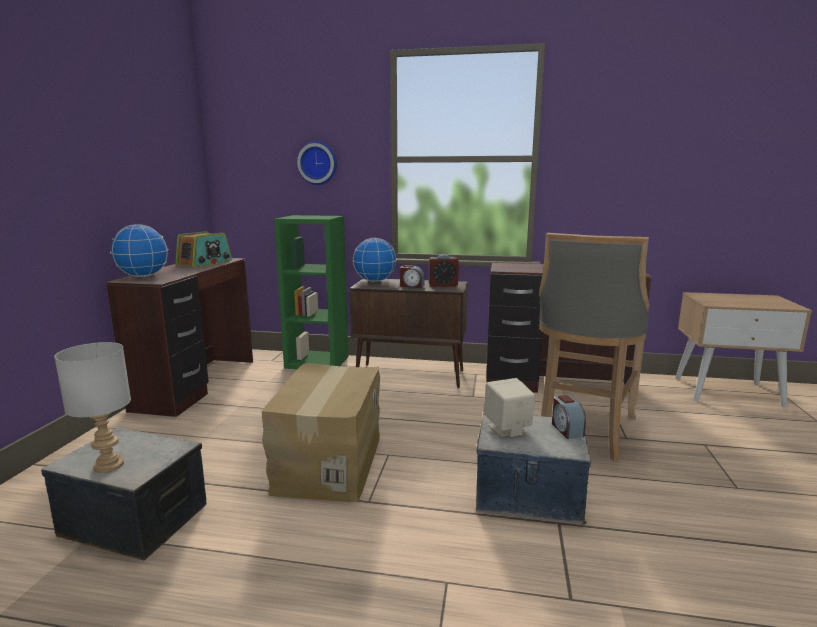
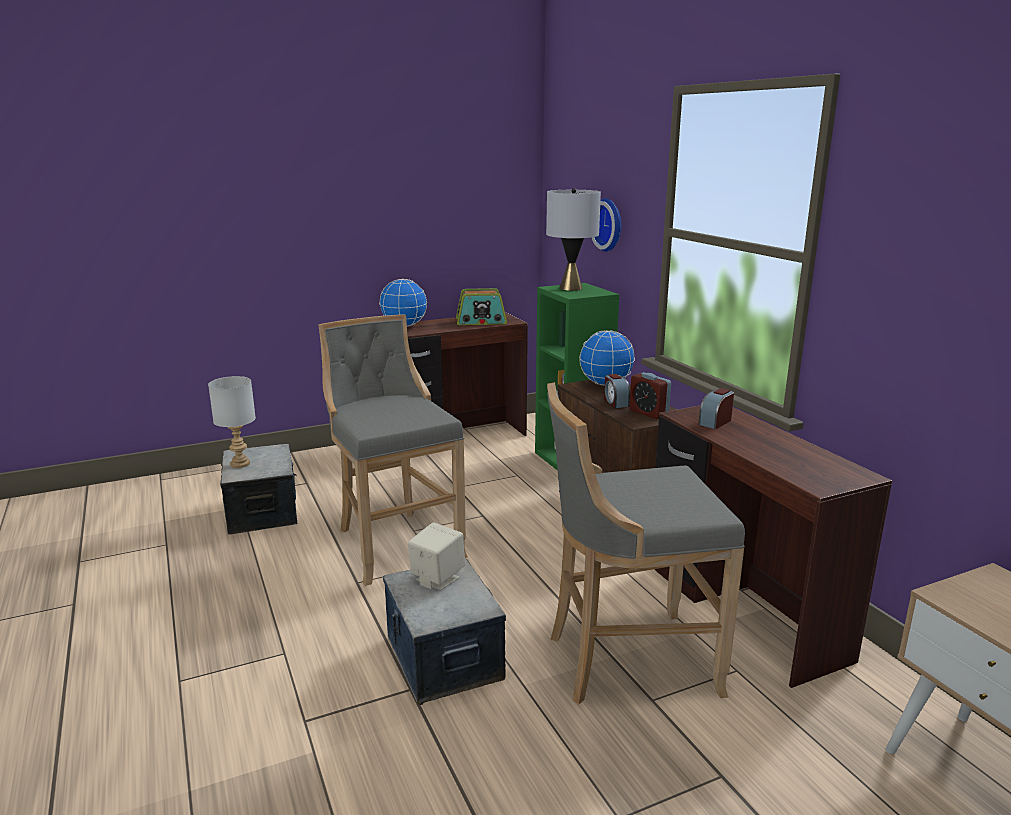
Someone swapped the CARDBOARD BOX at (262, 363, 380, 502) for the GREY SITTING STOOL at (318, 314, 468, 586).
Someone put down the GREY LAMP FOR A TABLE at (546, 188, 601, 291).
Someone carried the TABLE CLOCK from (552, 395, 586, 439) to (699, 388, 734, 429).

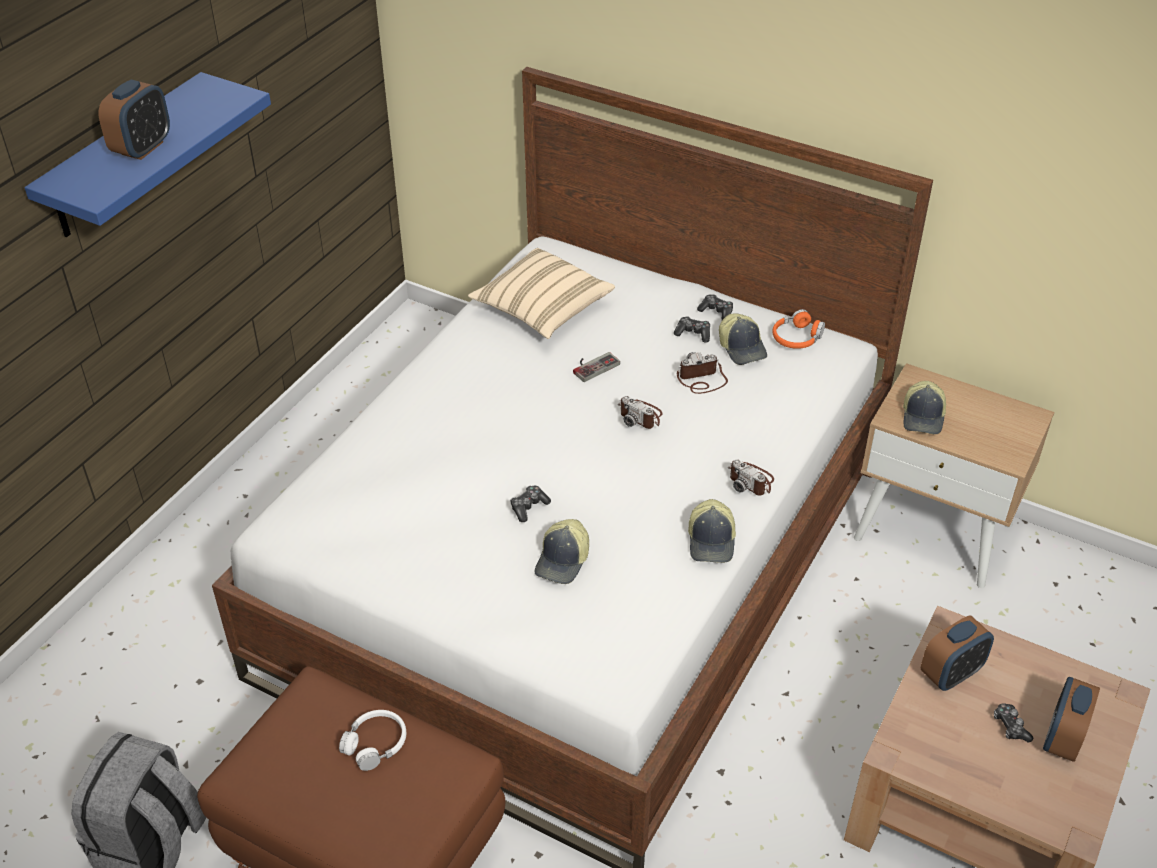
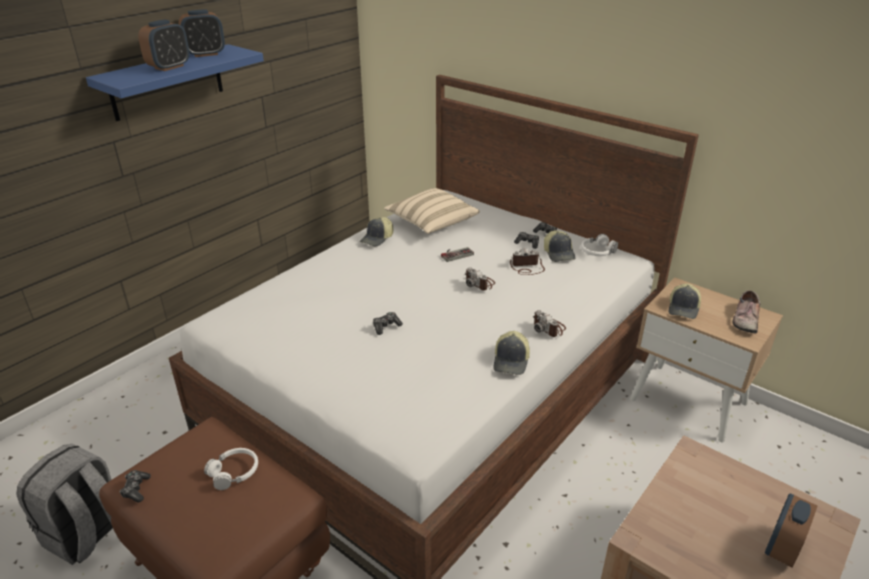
Someone carried the GAMEPAD from (994, 703, 1034, 742) to (120, 470, 151, 503).
Someone carried the TABLE CLOCK from (921, 616, 994, 691) to (179, 9, 225, 57).
Someone carried the PEAKED CAP from (534, 519, 589, 584) to (359, 217, 393, 247).
Someone repainted the ORANGE PAIR OF HEADPHONES at (772, 309, 825, 349), which became the WHITE-COLOURED PAIR OF HEADPHONES at (581, 234, 618, 256).
Someone put down the LOW SHOE at (732, 290, 760, 333).

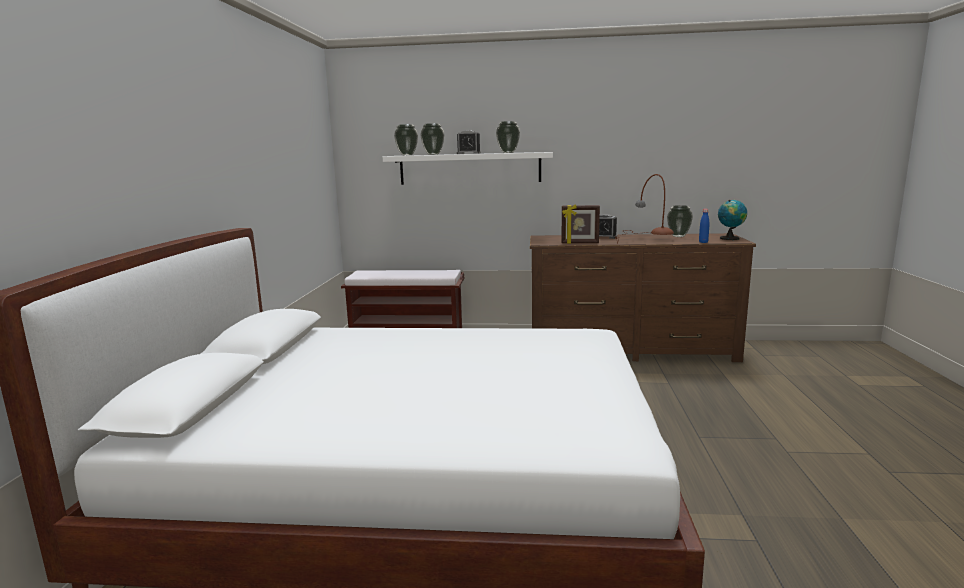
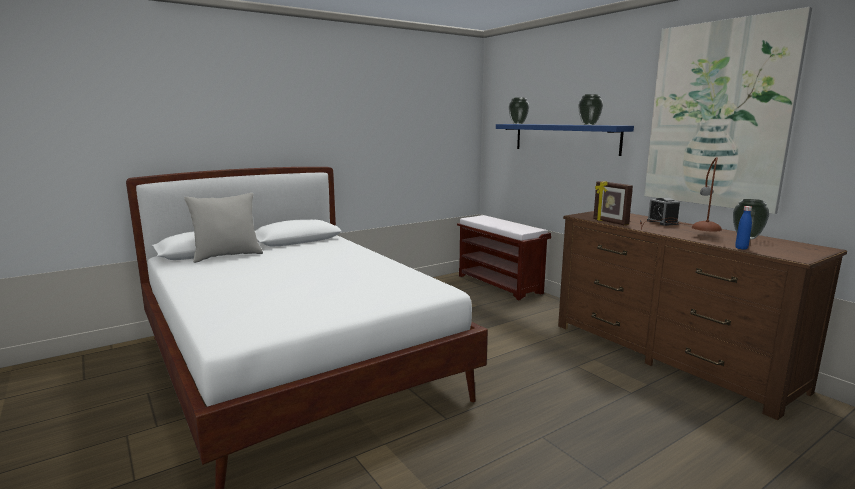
Someone put down the GREY CUSHION at (184, 193, 263, 263).
Someone repainted the WHITE-COLOURED BRACKET SHELF at (383, 152, 553, 185), which became the BLUE-COLOURED BRACKET SHELF at (496, 124, 634, 156).
Someone put up the WALL ART at (644, 7, 812, 214).
Someone took away the DECORATIVE VASE at (420, 123, 444, 155).
Someone took away the TABLE CLOCK at (457, 130, 481, 154).
Someone took away the WORLD GLOBE at (718, 200, 747, 240).

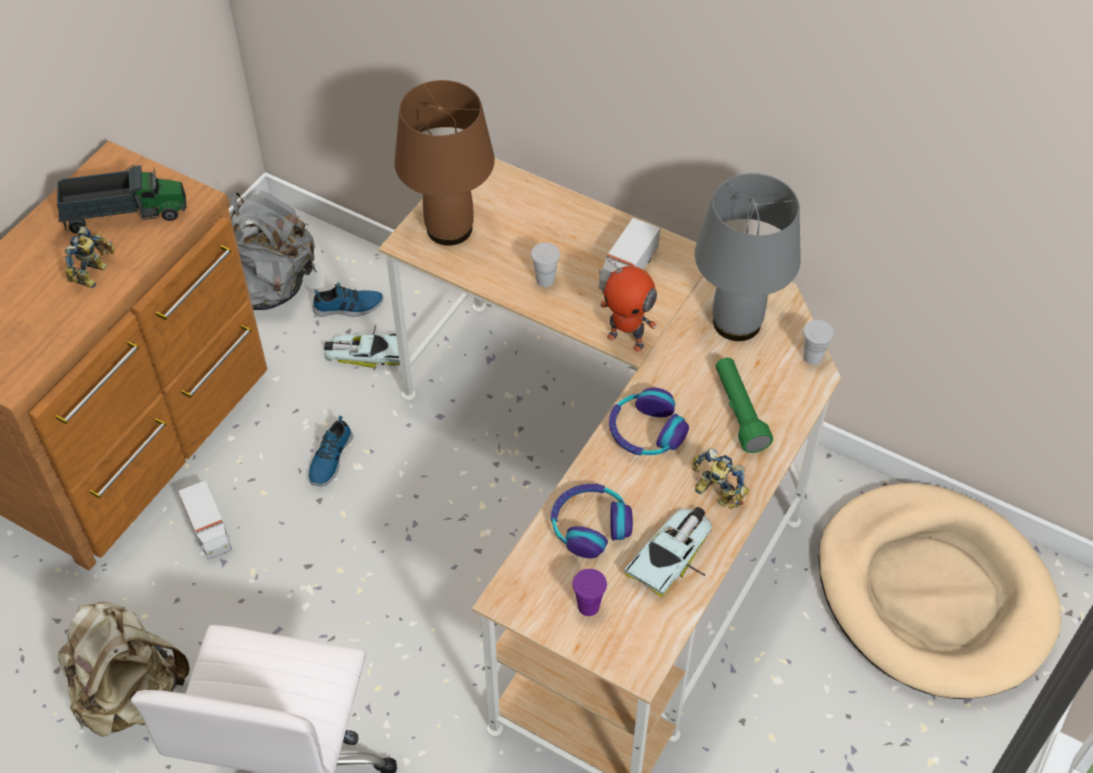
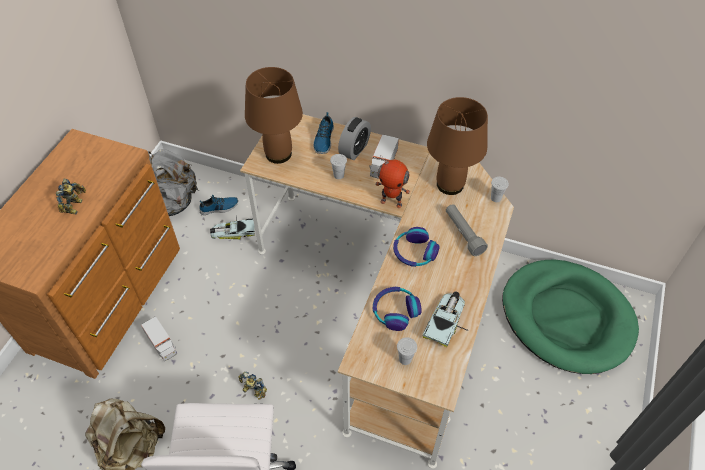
Someone carried the ROBOT FIGURE from (692, 448, 749, 509) to (238, 372, 267, 400).
Someone carried the LOW SHOE from (308, 416, 353, 486) to (313, 112, 334, 154).
Someone put down the TABLE CLOCK at (338, 117, 371, 160).
Someone repainted the PURPLE-COLOURED DRINKING CUP at (573, 569, 607, 616), which became the WHITE-COLOURED DRINKING CUP at (397, 337, 417, 365).
Someone repainted the GREY LAMP FOR A TABLE at (695, 173, 801, 341), which became the BROWNISH LAMP FOR A TABLE at (427, 97, 488, 195).
Someone repainted the GREENISH FLASHLIGHT at (715, 358, 773, 453), which became the GREY FLASHLIGHT at (446, 204, 488, 256).
Someone repainted the BEIGE-COLOURED PET BED at (818, 483, 1061, 699), which became the GREENISH PET BED at (502, 259, 639, 374).
Someone took away the MODEL TRUCK at (57, 165, 186, 233).

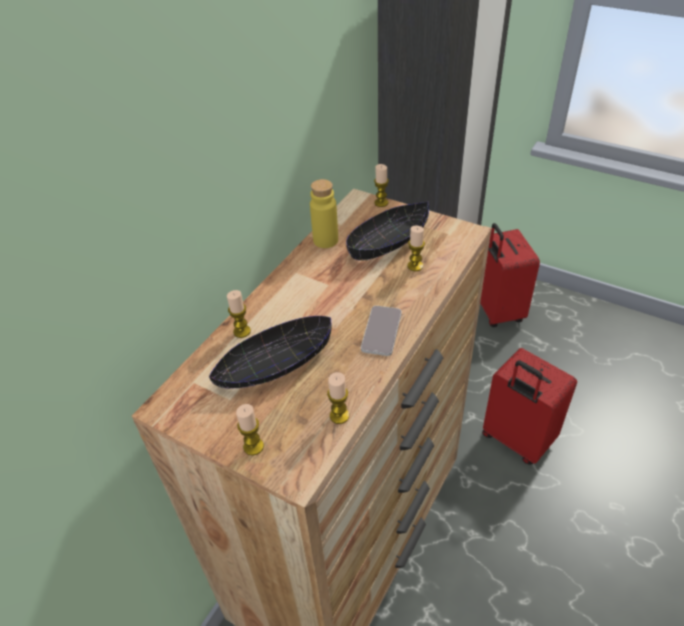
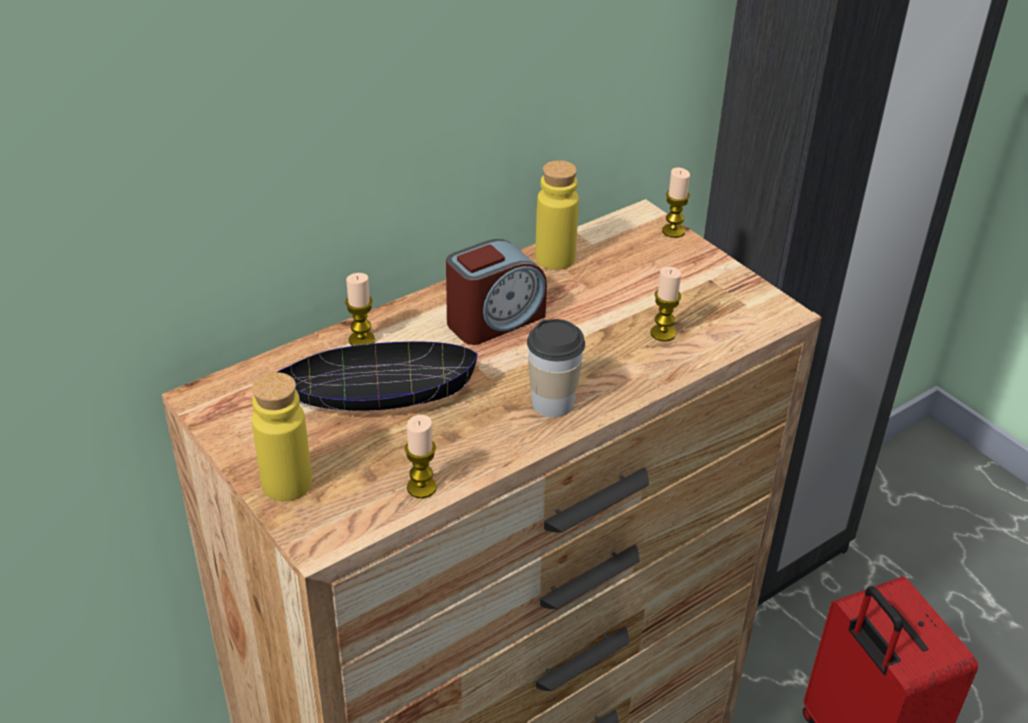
Someone swapped the WAX LIGHT at (236, 404, 264, 456) for the YELLOWISH DRINK BOTTLE at (252, 372, 312, 501).
Someone put down the TABLE CLOCK at (446, 239, 547, 345).
Someone swapped the HANDSET at (361, 306, 402, 356) for the DRINKING CUP at (527, 319, 585, 417).
Someone took away the BLACKISH BOWL at (346, 202, 429, 261).
Someone took away the RED-COLOURED SUITCASE at (480, 223, 540, 327).

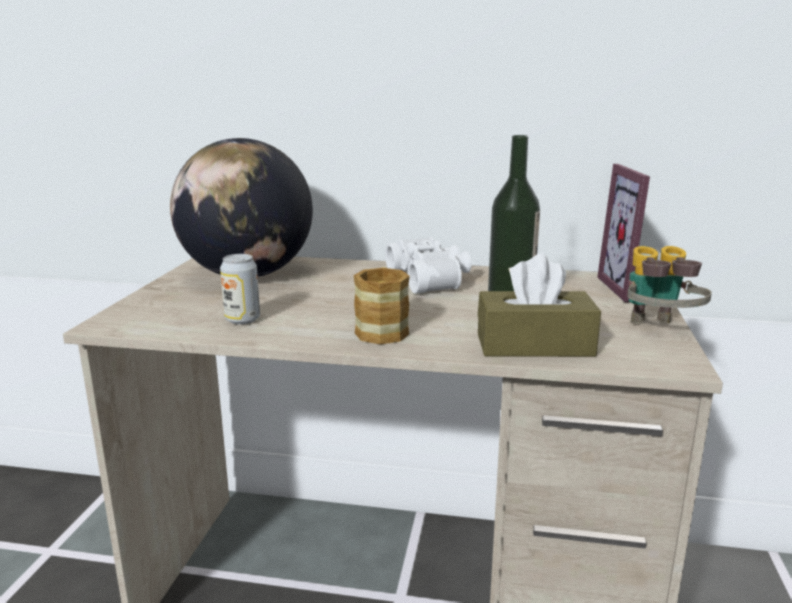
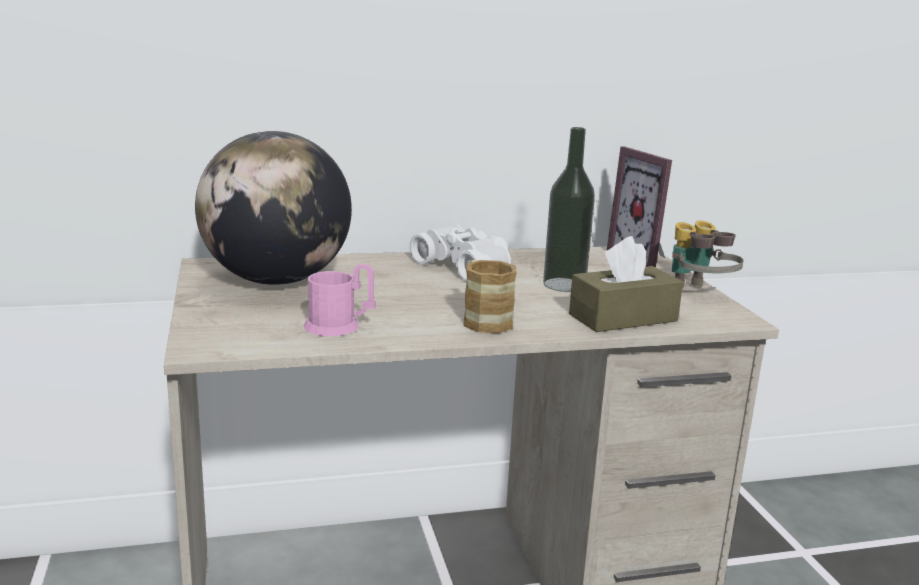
Someone swapped the CAN at (220, 254, 260, 325) for the PINKISH TEA MUG at (304, 264, 376, 336).

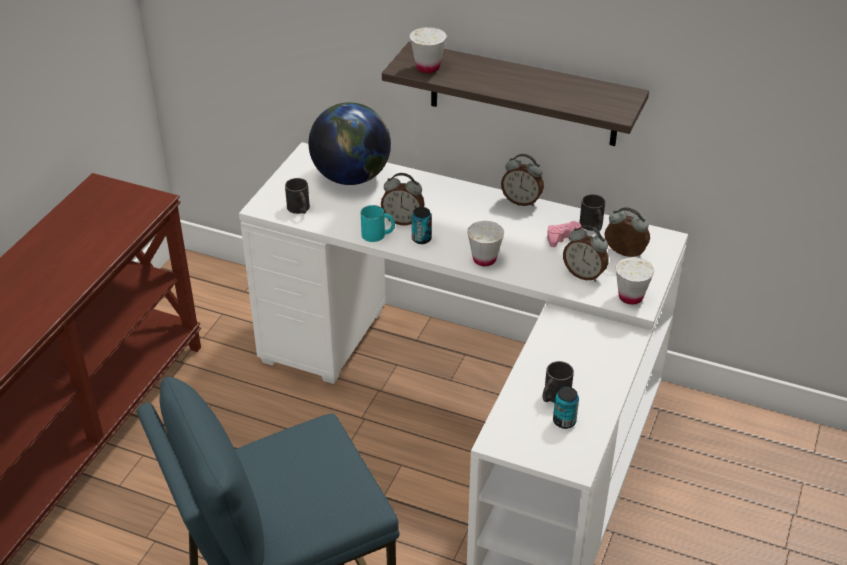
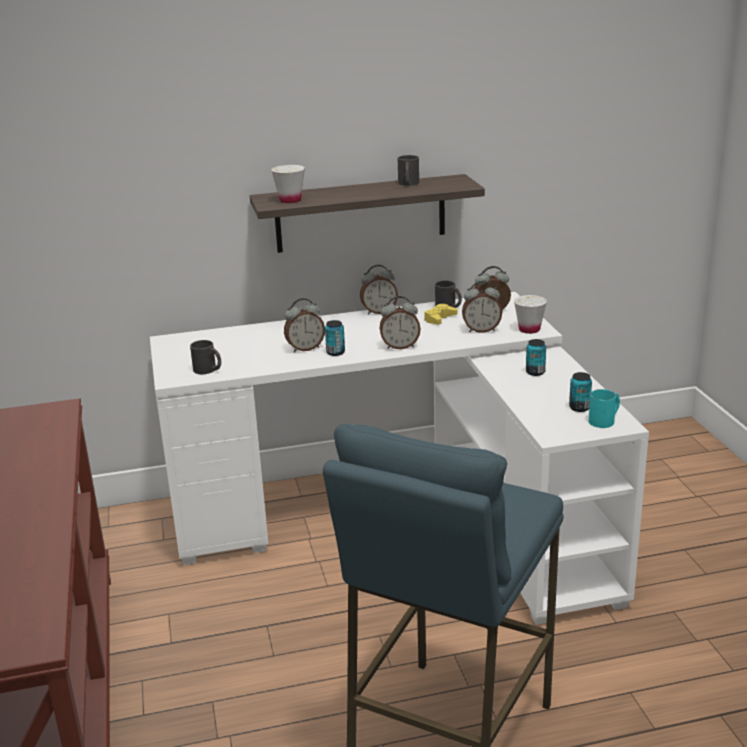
Someone swapped the WHITE-COLOURED DRINKING CUP at (467, 221, 504, 266) for the TABLE CLOCK at (379, 296, 421, 349).
Someone carried the BLACKISH TEA MUG from (542, 361, 574, 403) to (398, 155, 419, 186).
Someone repainted the PINKISH GAMEPAD at (547, 221, 588, 247), which became the YELLOWISH GAMEPAD at (424, 304, 458, 324).
Someone put down the CAN at (526, 339, 546, 376).
Someone carried the TURQUOISE-COLOURED TEA MUG from (361, 205, 395, 242) to (589, 389, 620, 428).
Someone took away the WORLD GLOBE at (309, 102, 391, 185).

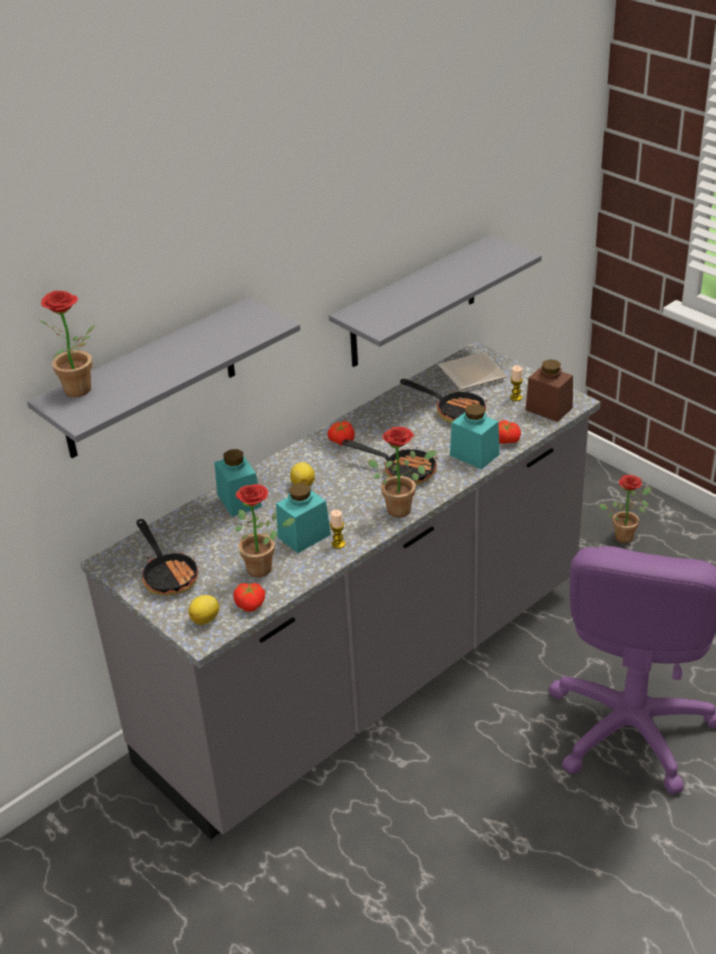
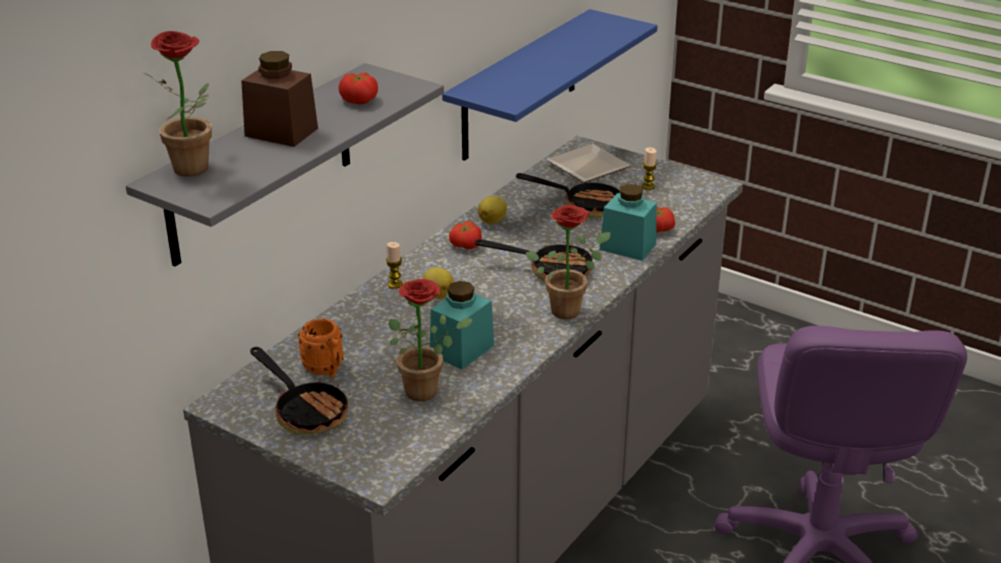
Someone carried the BROWNISH JAR from (525, 359, 573, 422) to (241, 51, 318, 147).
Someone put down the ORANGE TEA MUG at (298, 319, 344, 378).
Someone carried the TOMATO from (233, 583, 265, 612) to (338, 73, 378, 104).
Someone carried the WAX LIGHT from (330, 510, 345, 549) to (386, 242, 403, 289).
Someone repainted the GREY BRACKET SHELF at (329, 235, 542, 367), which became the BLUE-COLOURED BRACKET SHELF at (442, 9, 657, 161).
Someone carried the CITRUS FRUIT from (189, 595, 219, 625) to (478, 196, 507, 224).
Someone took away the TURQUOISE-COLOURED JAR at (214, 449, 262, 517).
Someone took away the PLANT IN A POT at (599, 475, 651, 543).

